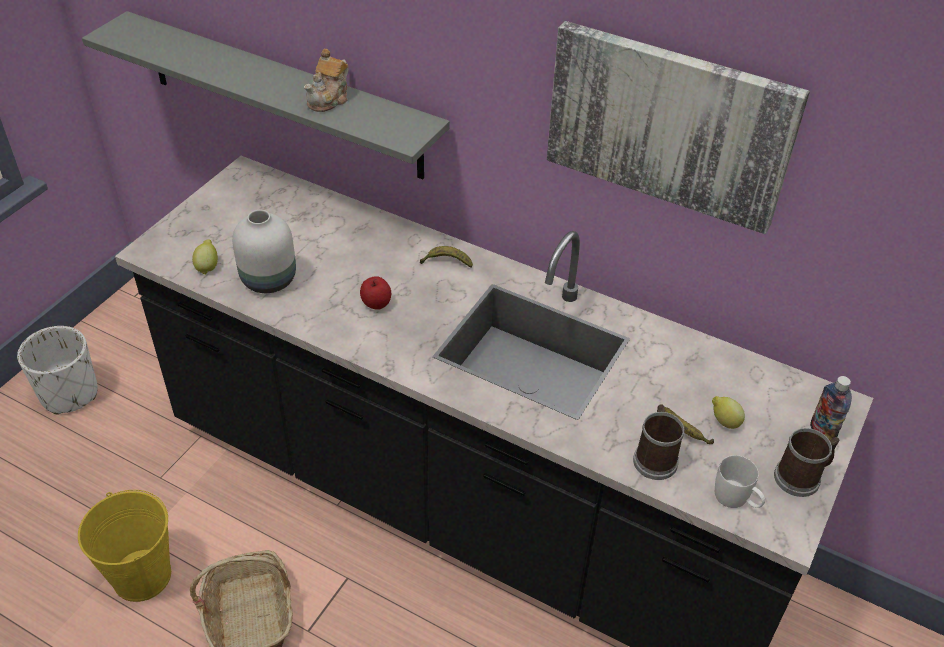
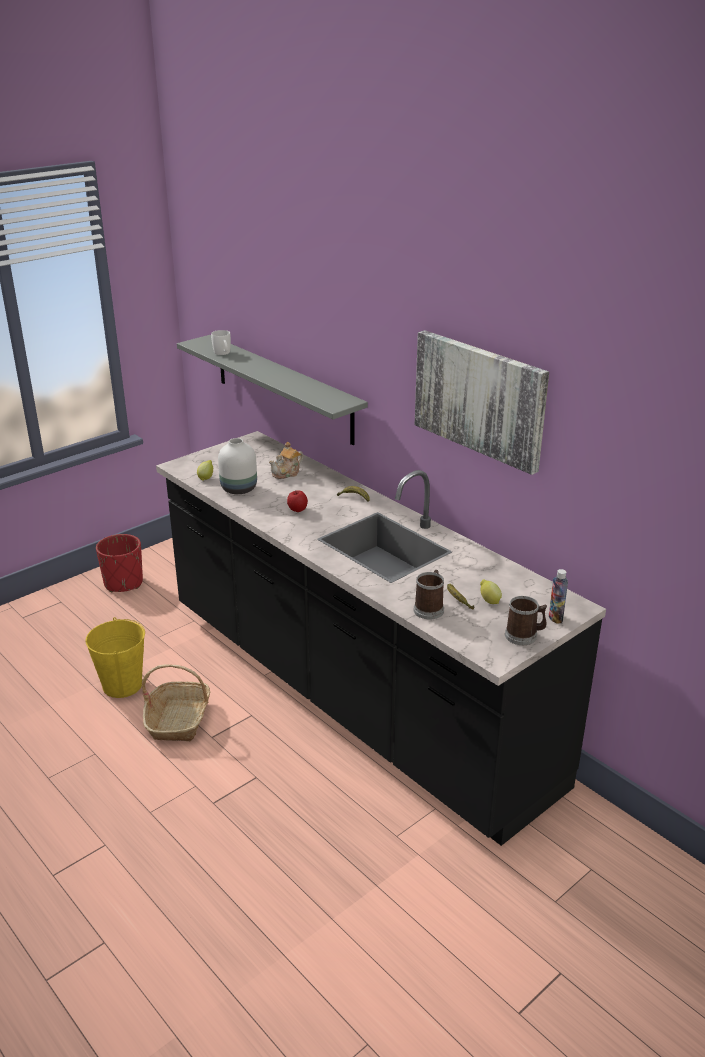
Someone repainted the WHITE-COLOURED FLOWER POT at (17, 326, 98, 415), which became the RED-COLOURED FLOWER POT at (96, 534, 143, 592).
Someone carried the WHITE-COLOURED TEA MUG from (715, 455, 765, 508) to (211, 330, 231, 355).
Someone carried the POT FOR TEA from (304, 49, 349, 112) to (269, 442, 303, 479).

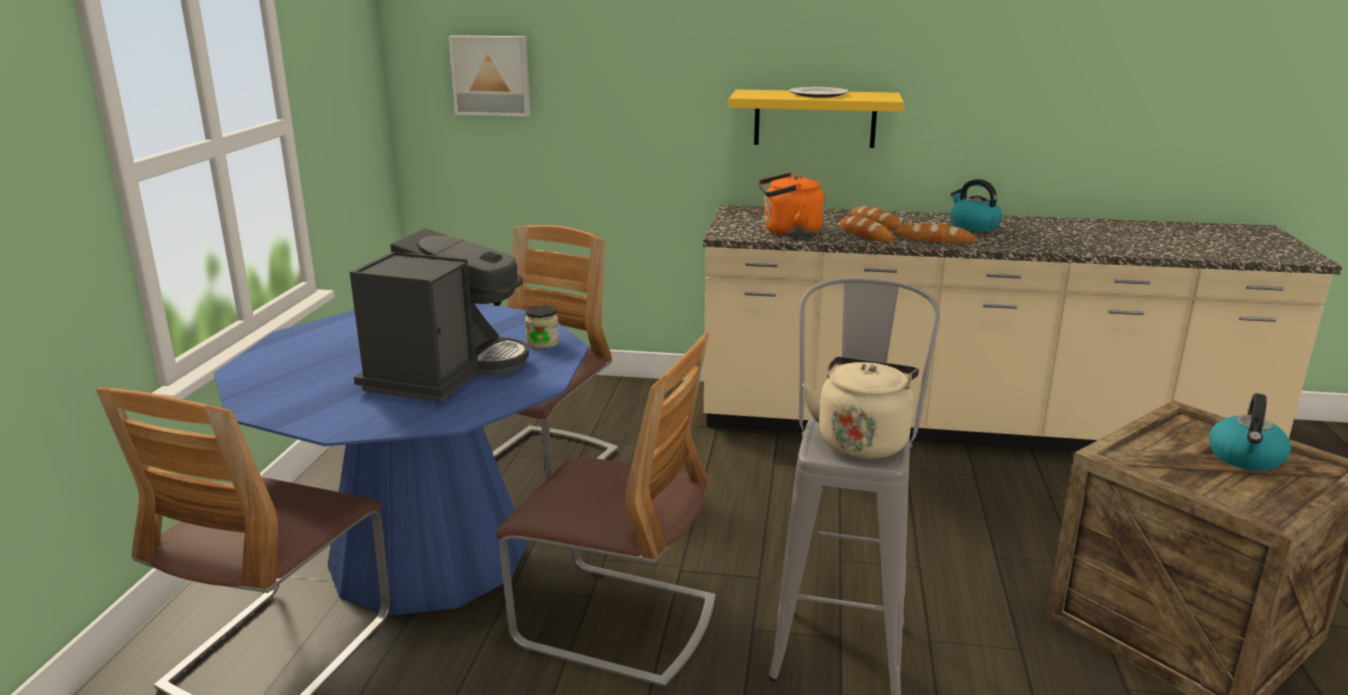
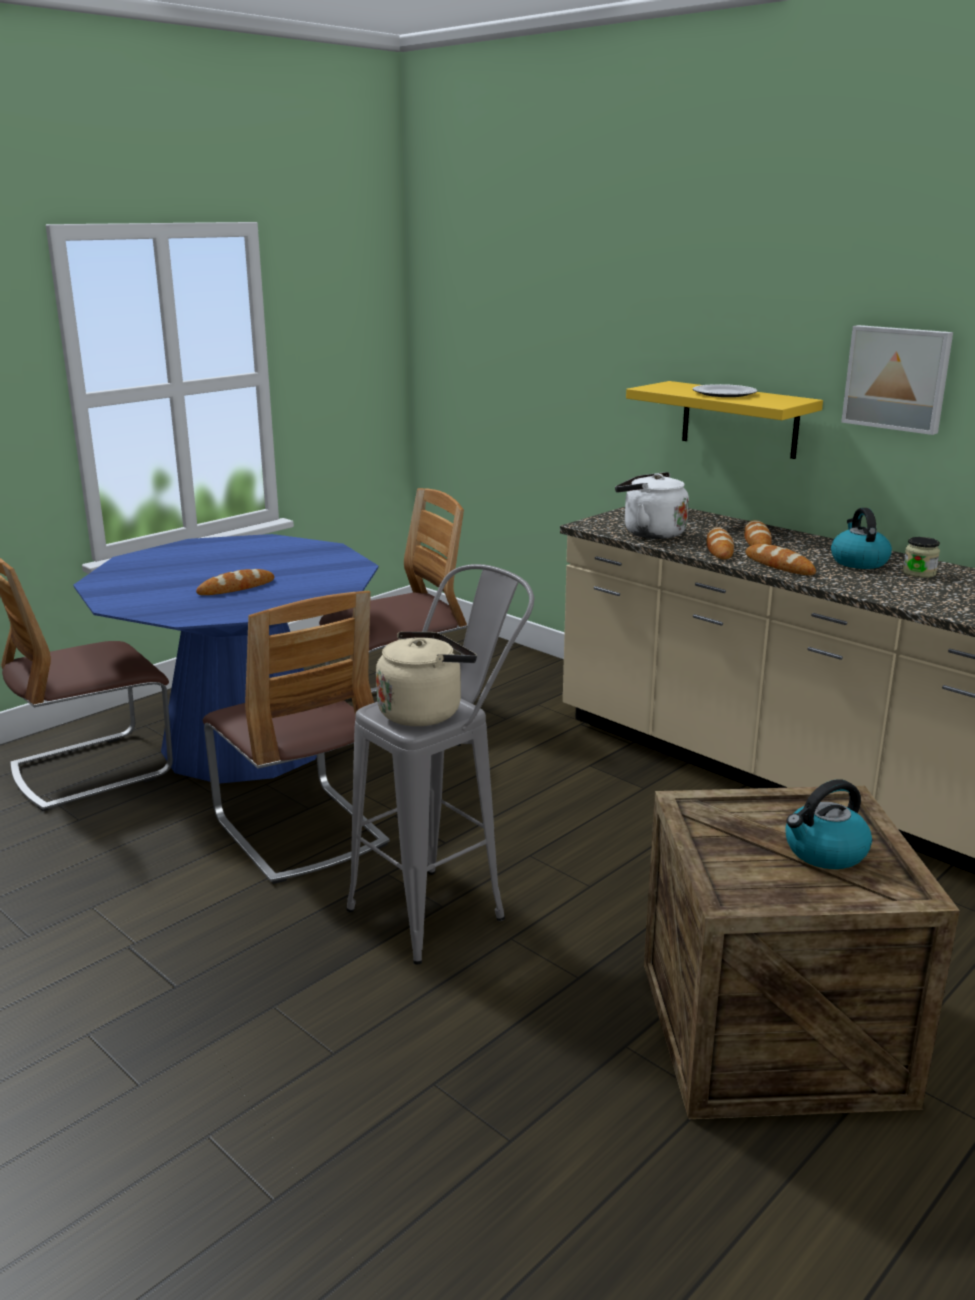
Someone swapped the COFFEE MACHINE at (350, 228, 529, 402) for the BAKED BREAD at (196, 569, 274, 595).
Someone repainted the ORANGE KETTLE at (758, 173, 825, 237), which became the WHITE-COLOURED KETTLE at (615, 472, 689, 539).
Someone carried the WALL ART from (449, 35, 531, 117) to (841, 325, 953, 435).
Someone carried the JAR from (525, 305, 559, 349) to (903, 537, 940, 578).

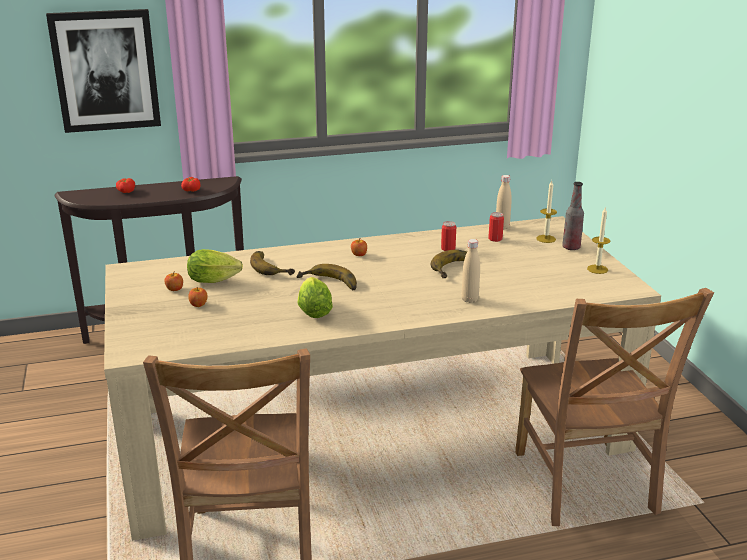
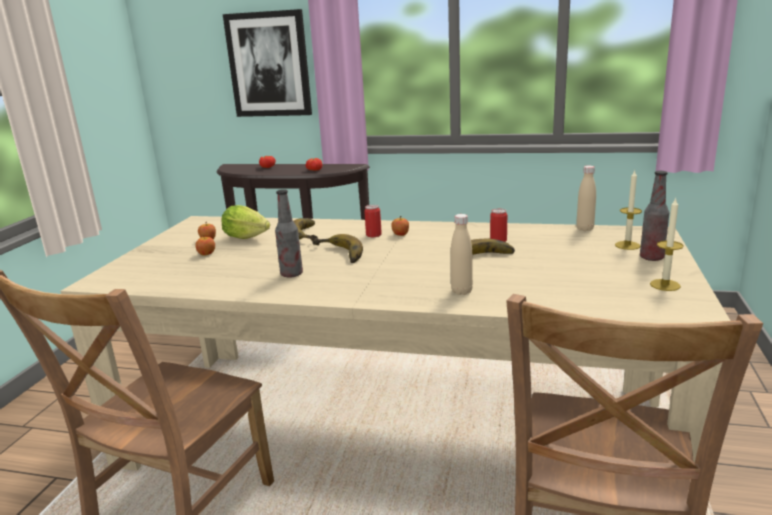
Someone swapped the LETTUCE at (298, 277, 333, 318) for the DRINK BOTTLE at (275, 189, 303, 278).
Someone carried the CAN from (488, 212, 504, 242) to (364, 205, 382, 237).

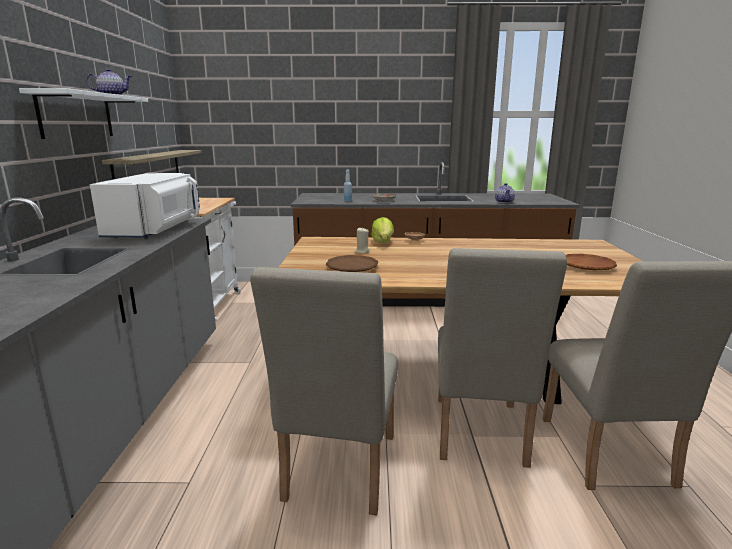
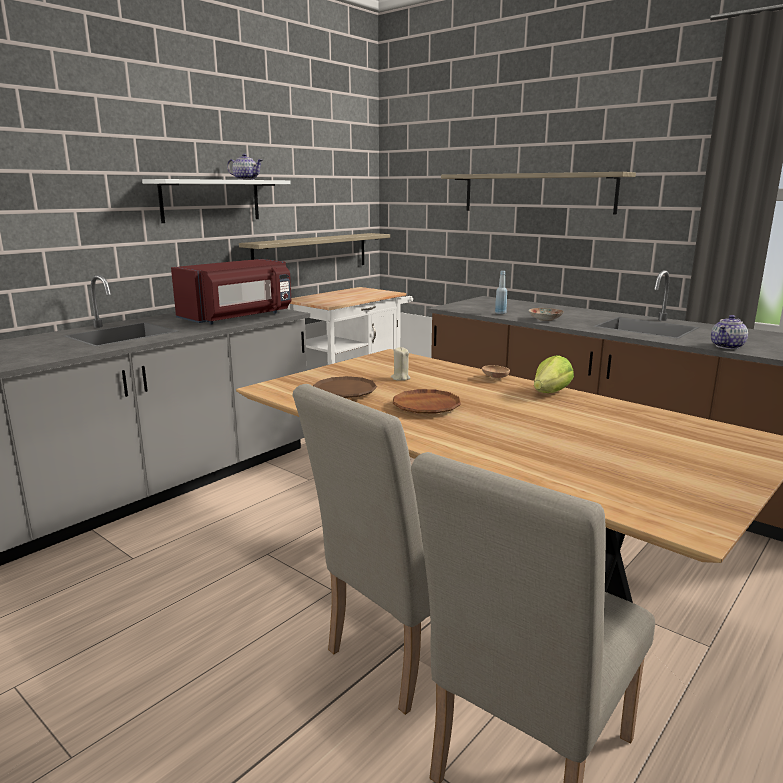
Someone repainted the WHITE-COLOURED KITCHEN MICROWAVE at (90, 173, 200, 239), which became the RED-COLOURED KITCHEN MICROWAVE at (171, 259, 291, 324).
Someone carried the BROWNISH FLAT DISH from (566, 254, 617, 270) to (393, 389, 461, 414).
Someone put up the BRACKET SHELF at (441, 172, 636, 215).
Someone carried the LETTUCE from (371, 217, 394, 243) to (534, 355, 574, 393).
Someone took away the BEIGE-COLOURED CHAIR at (250, 267, 398, 515).

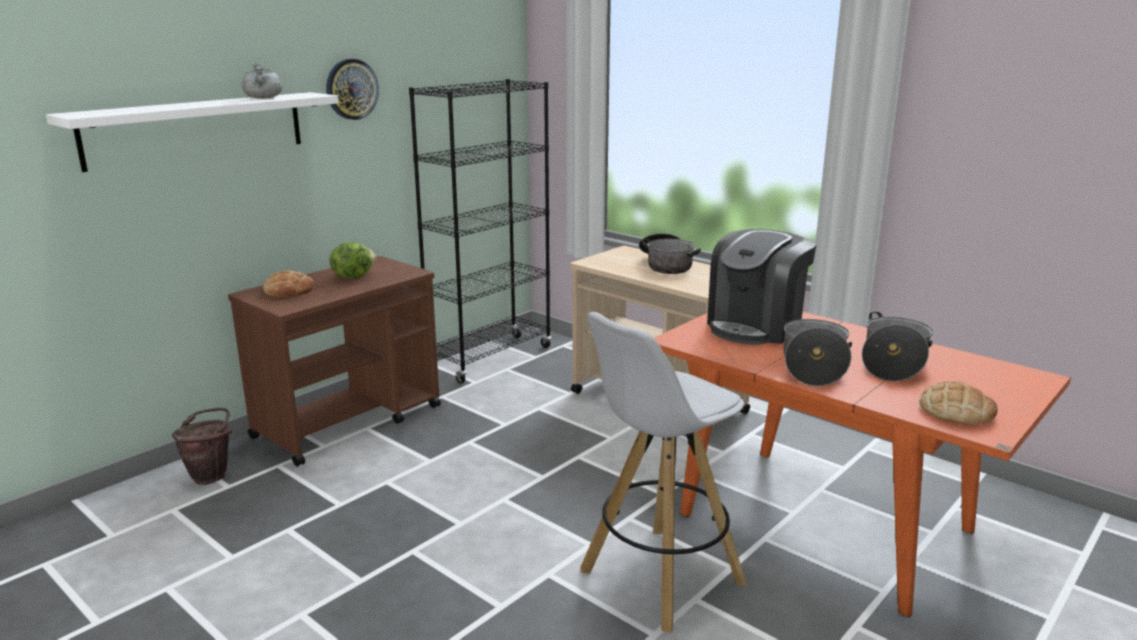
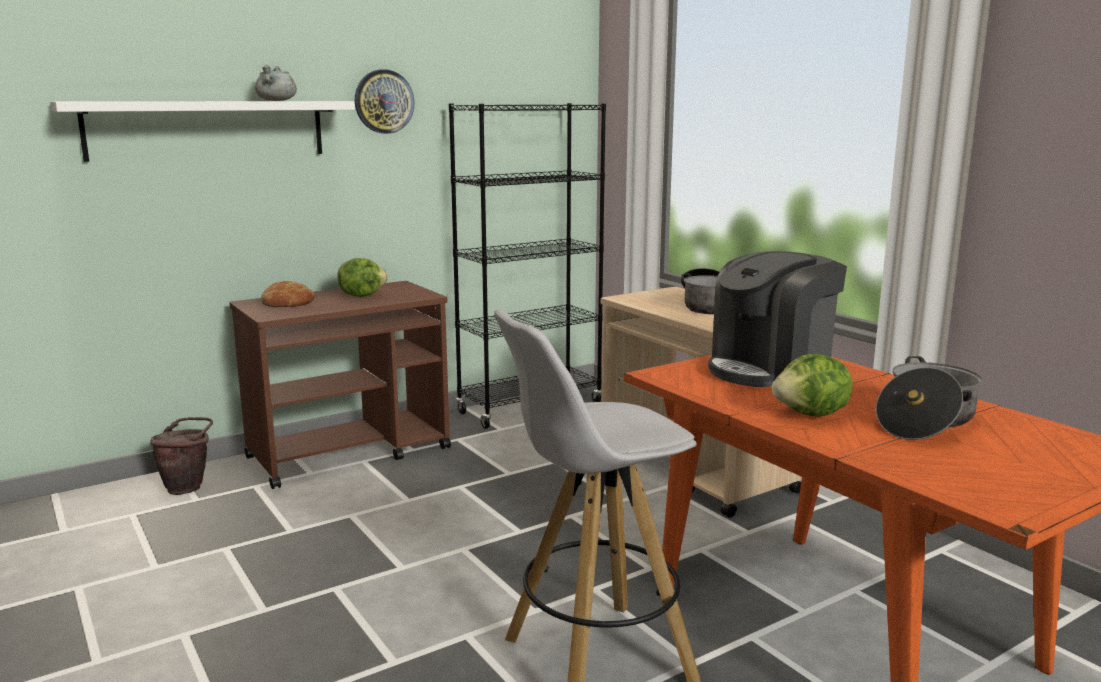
Someone swapped the COOKING POT at (783, 315, 852, 386) for the LETTUCE at (772, 354, 853, 417).
Someone took away the BAKED BREAD at (919, 381, 997, 424).

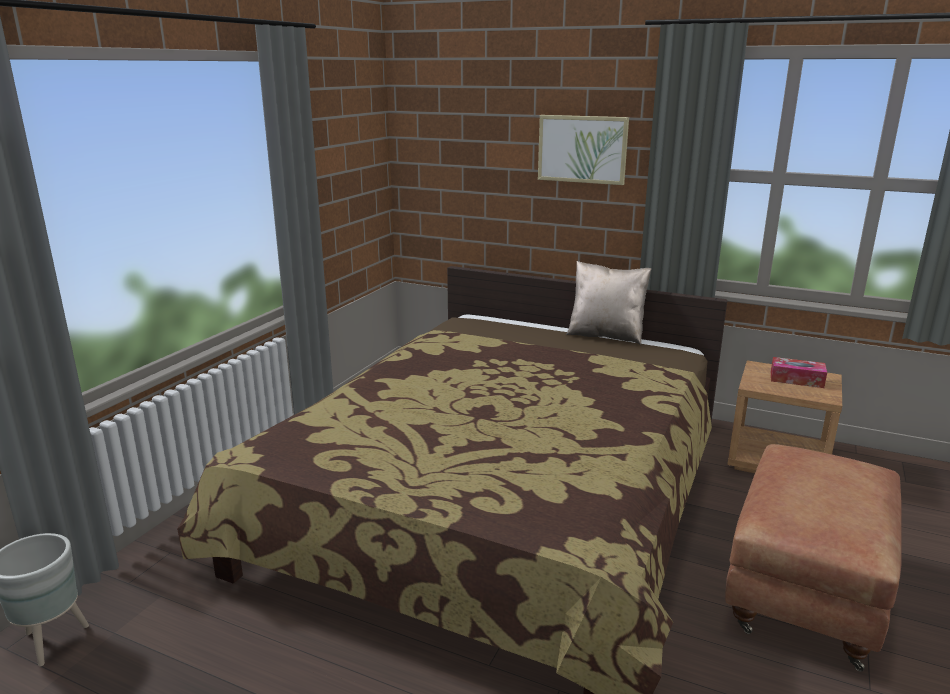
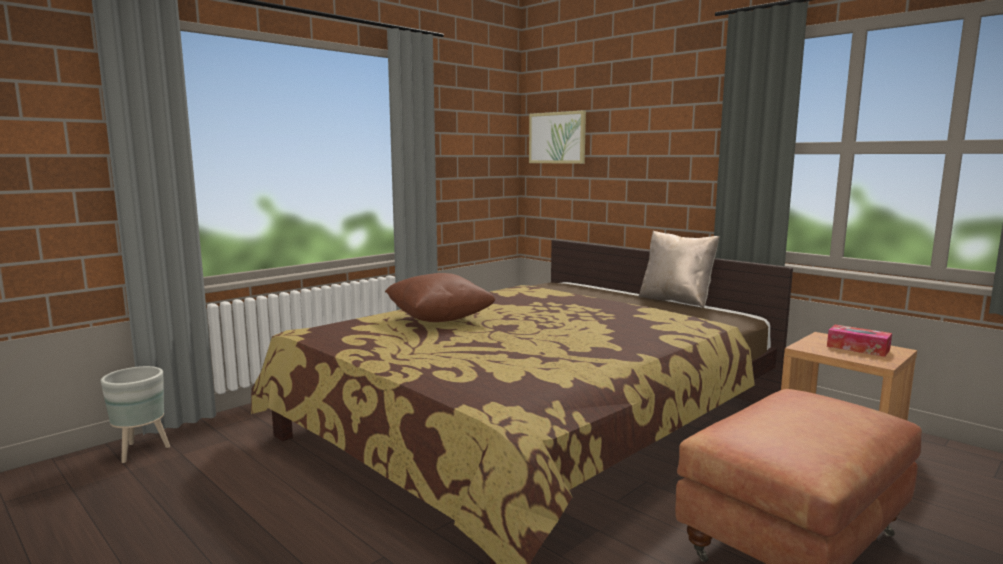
Someone put down the BROWNISH CUSHION at (385, 273, 496, 322).
Someone carried the WALL ART from (538, 115, 629, 185) to (529, 110, 586, 164).

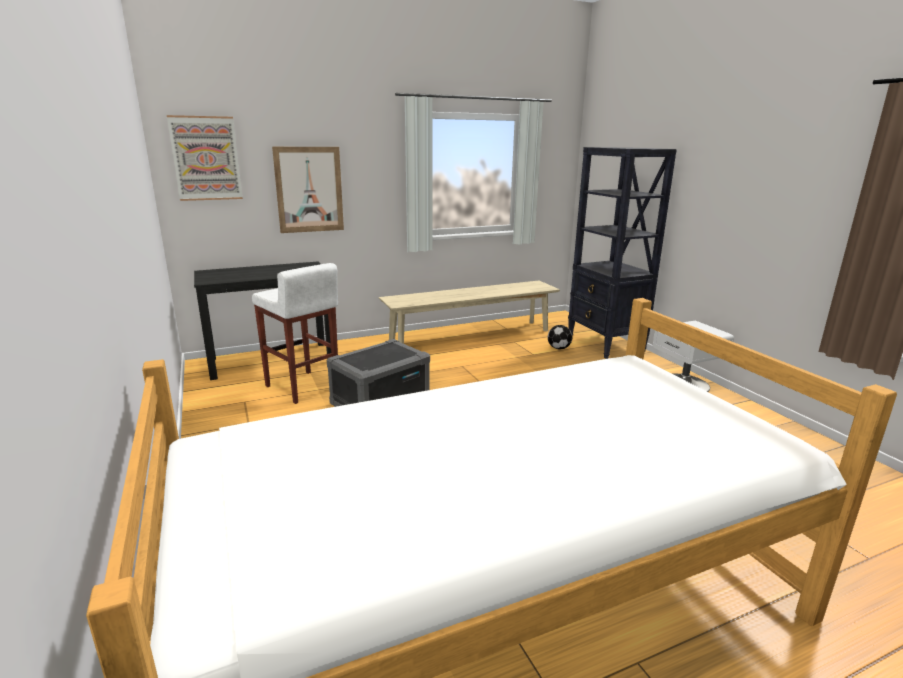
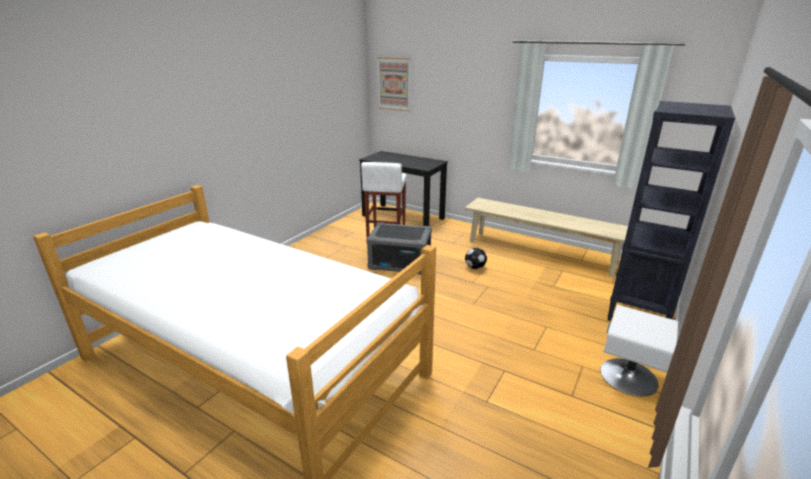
Someone carried the FOOTBALL BALL from (548, 325, 572, 349) to (465, 248, 487, 269).
Someone took away the WALL ART at (272, 147, 344, 233).

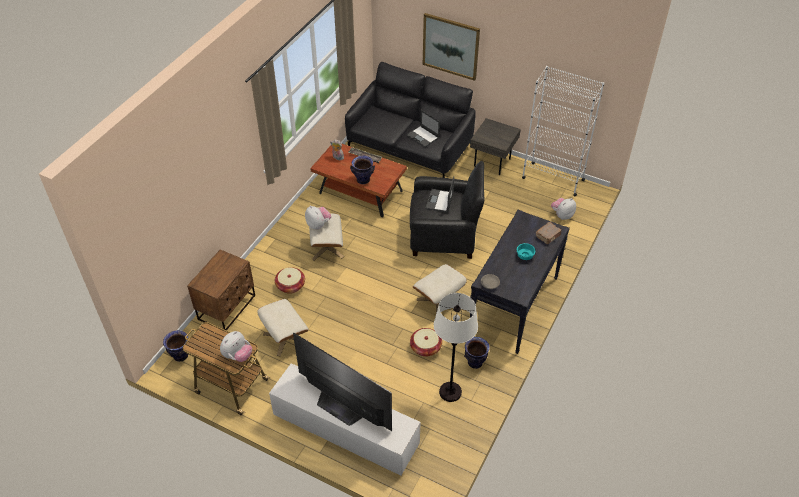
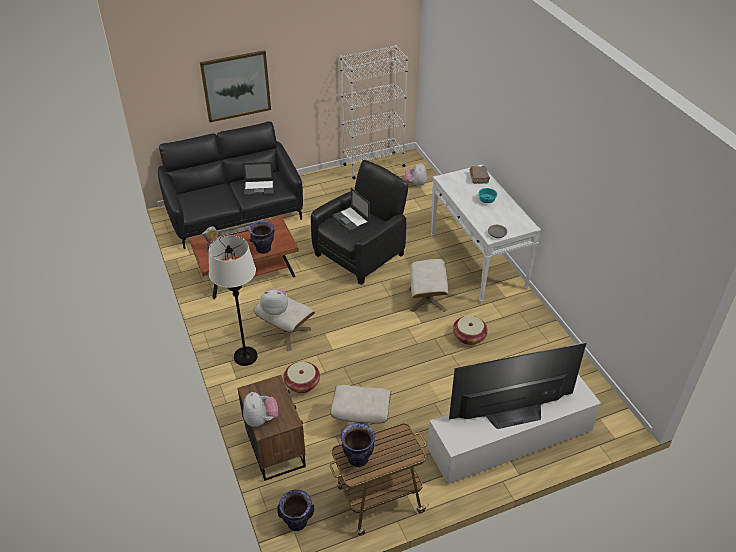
Someone carried the WHITE-COLOURED STANDARD LAMP from (434, 293, 478, 402) to (209, 236, 258, 366).
Someone carried the PLUSH TOY from (220, 331, 252, 362) to (243, 392, 279, 427).
Someone carried the DECORATIVE VASE from (464, 337, 490, 369) to (341, 423, 375, 467).
Someone repainted the BLACKISH NARROW TABLE at (470, 210, 570, 354), which became the WHITE-COLOURED NARROW TABLE at (431, 165, 541, 303).
Someone took away the GREY SIDE TABLE at (470, 118, 521, 175).

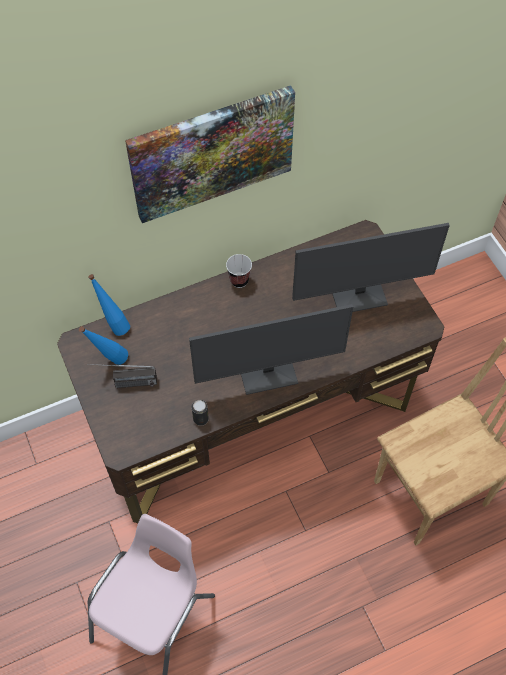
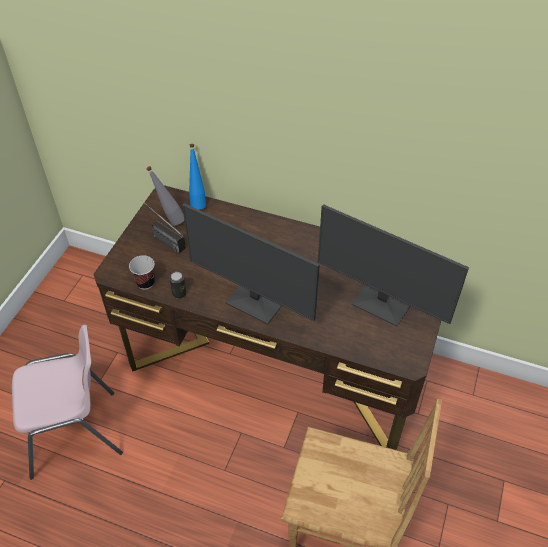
Someone carried the DRINKING CUP from (226, 254, 252, 288) to (129, 255, 155, 289).
Someone repainted the BLUE-COLOURED DRINK BOTTLE at (79, 326, 128, 365), which became the GREY DRINK BOTTLE at (146, 166, 184, 226).
Someone took away the WALL ART at (125, 85, 295, 223).

